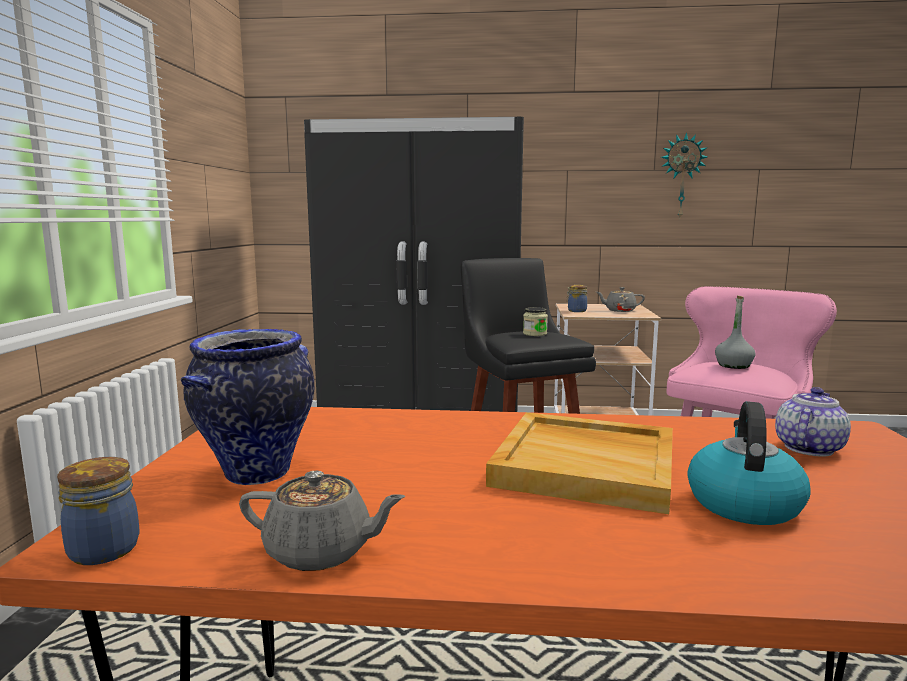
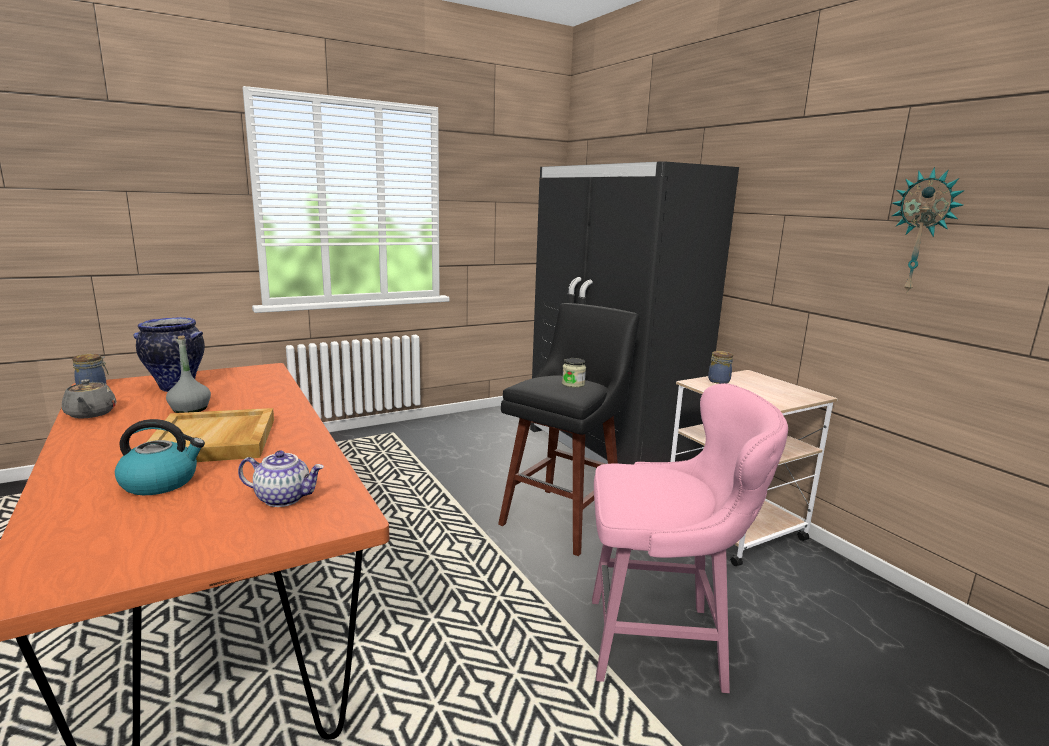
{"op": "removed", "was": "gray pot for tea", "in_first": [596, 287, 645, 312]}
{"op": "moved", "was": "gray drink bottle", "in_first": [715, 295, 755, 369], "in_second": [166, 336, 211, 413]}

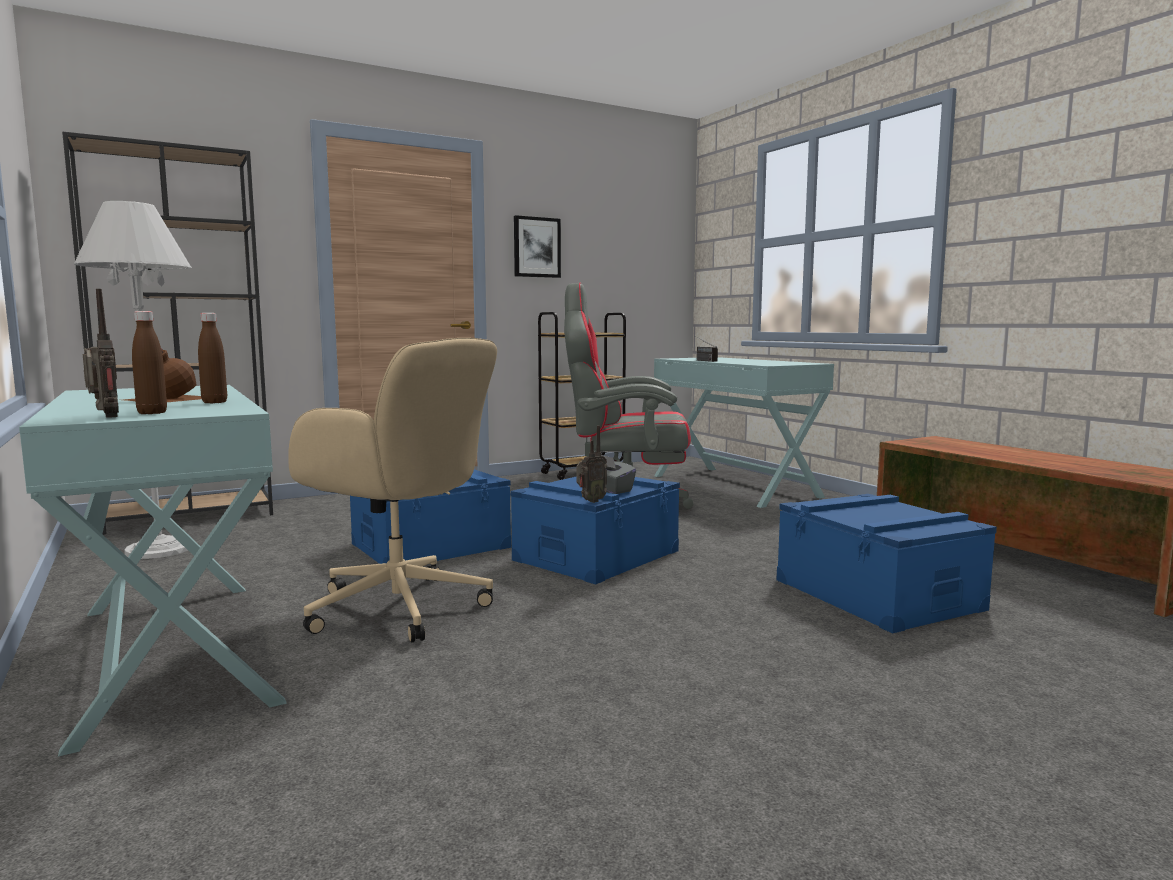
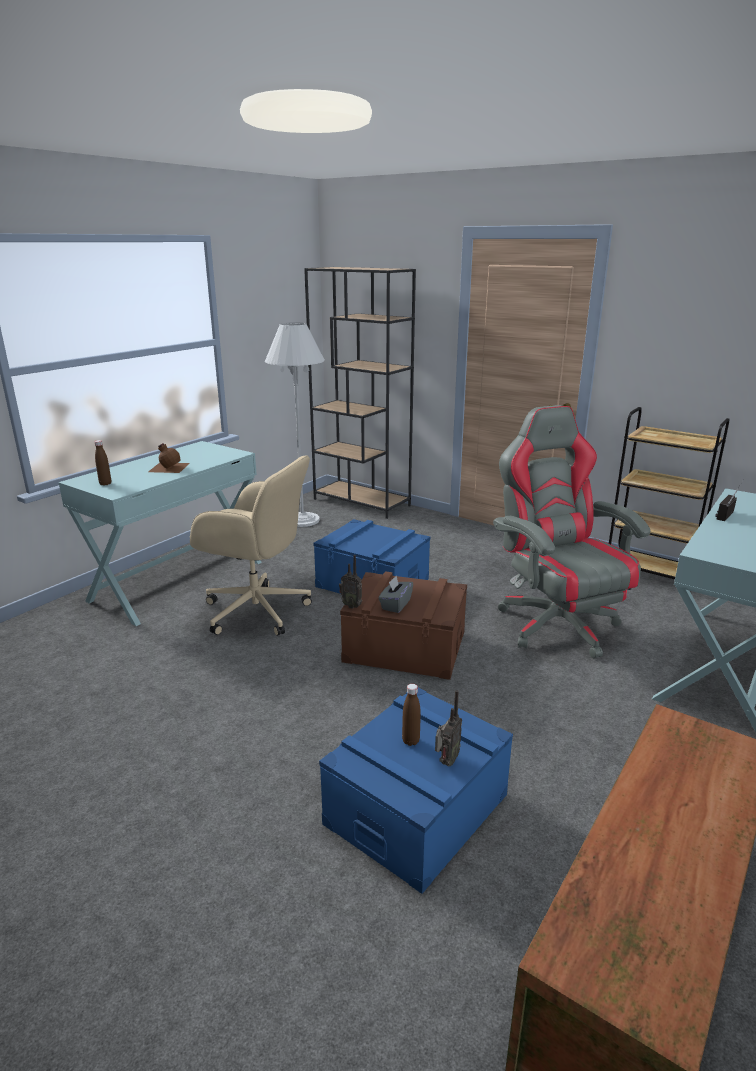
{"op": "removed", "was": "wall picture", "in_first": [514, 215, 561, 278]}
{"op": "moved", "was": "radio receiver", "in_first": [83, 289, 119, 418], "in_second": [435, 690, 462, 767]}
{"op": "moved", "was": "brown-coloured drink bottle", "in_first": [198, 313, 227, 403], "in_second": [402, 684, 421, 746]}
{"op": "recoloured", "was": "bluish storage bin", "now": "brown-coloured storage bin", "in_first": [511, 477, 680, 585], "in_second": [340, 571, 467, 680]}
{"op": "turned", "was": "beige computer chair", "in_first": [288, 338, 497, 642], "in_second": [190, 456, 312, 636], "clockwise": -75}

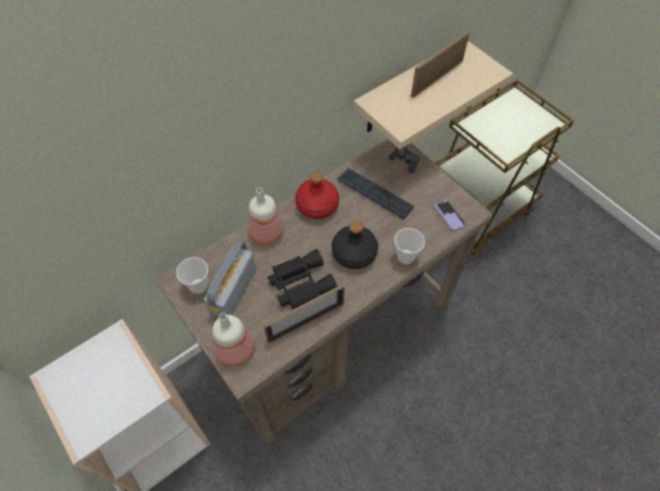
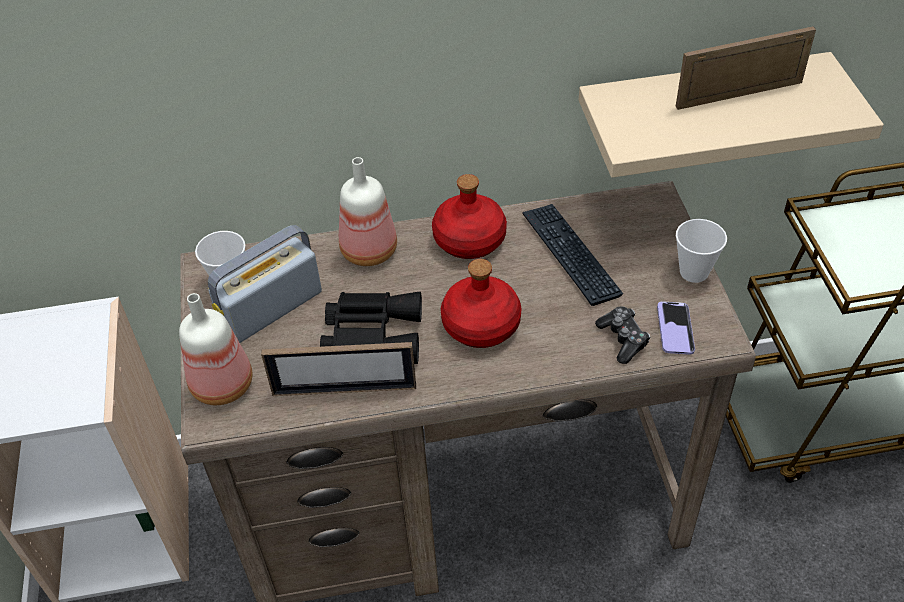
{"op": "moved", "was": "joypad", "in_first": [389, 146, 420, 173], "in_second": [595, 306, 650, 364]}
{"op": "moved", "was": "small cup", "in_first": [394, 228, 425, 264], "in_second": [676, 219, 727, 283]}
{"op": "recoloured", "was": "blackish drink bottle", "now": "red drink bottle", "in_first": [332, 221, 378, 269], "in_second": [441, 259, 522, 348]}

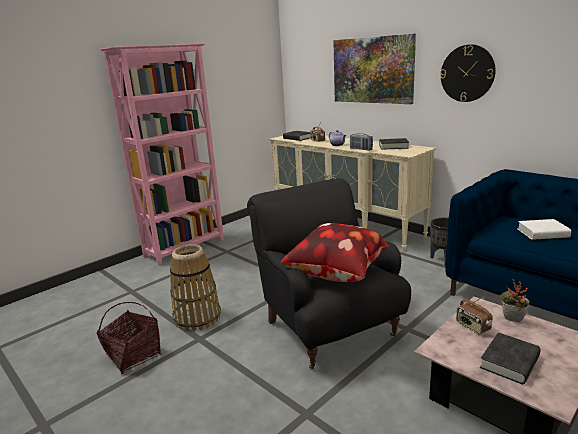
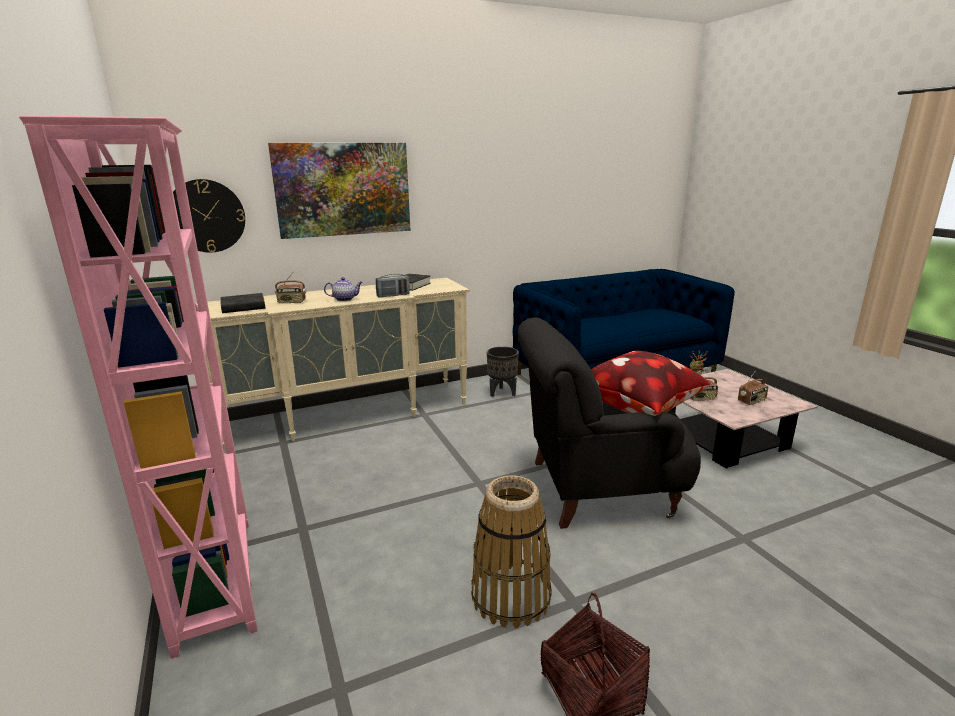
{"op": "removed", "was": "whitish volume", "in_first": [517, 219, 571, 240]}
{"op": "moved", "was": "wall clock", "in_first": [440, 44, 496, 102], "in_second": [173, 179, 245, 253]}
{"op": "replaced", "was": "blackish volume", "now": "radio receiver", "in_first": [480, 332, 541, 384], "in_second": [738, 370, 768, 405]}

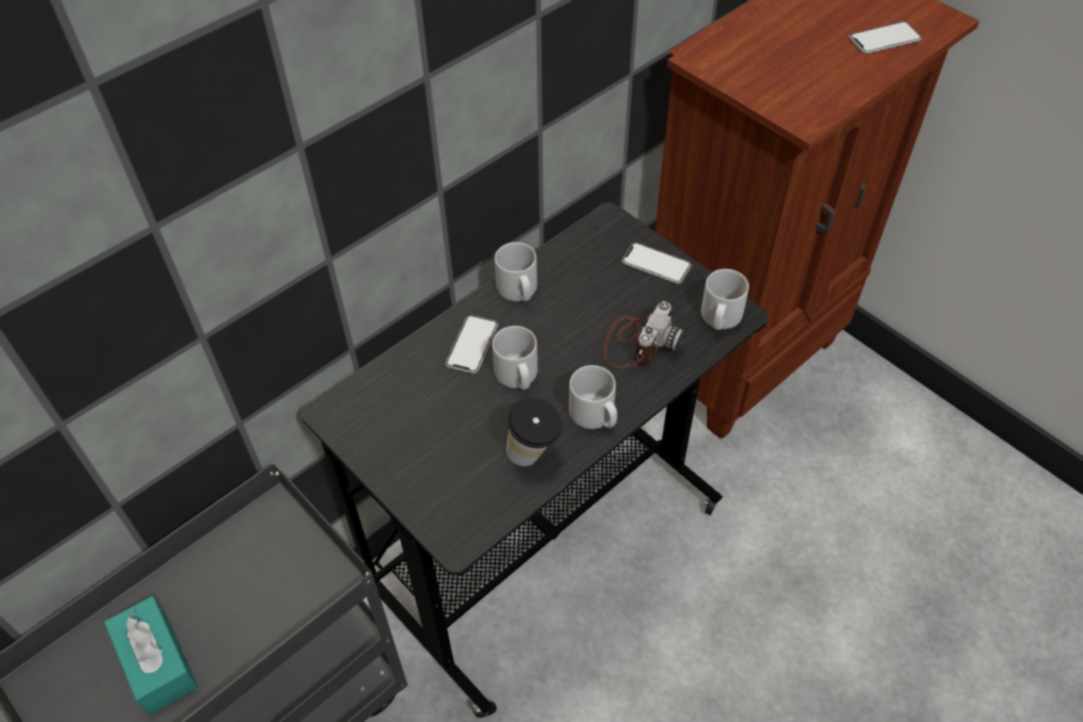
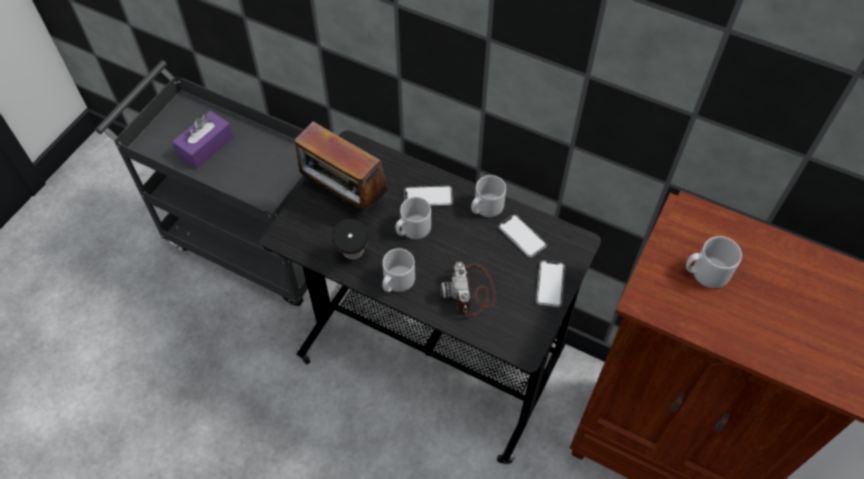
{"op": "added", "now": "radio receiver", "in_second": [295, 121, 388, 216]}
{"op": "moved", "was": "gray coffee mug", "in_first": [701, 269, 749, 330], "in_second": [686, 236, 742, 288]}
{"op": "moved", "was": "telephone", "in_first": [849, 21, 922, 54], "in_second": [498, 214, 547, 257]}
{"op": "recoloured", "was": "turquoise-coloured box of tissues", "now": "purple box of tissues", "in_first": [104, 596, 198, 715], "in_second": [172, 111, 234, 169]}
{"op": "turned", "was": "photo camera", "in_first": [603, 301, 685, 368], "in_second": [440, 262, 496, 317], "clockwise": 75}

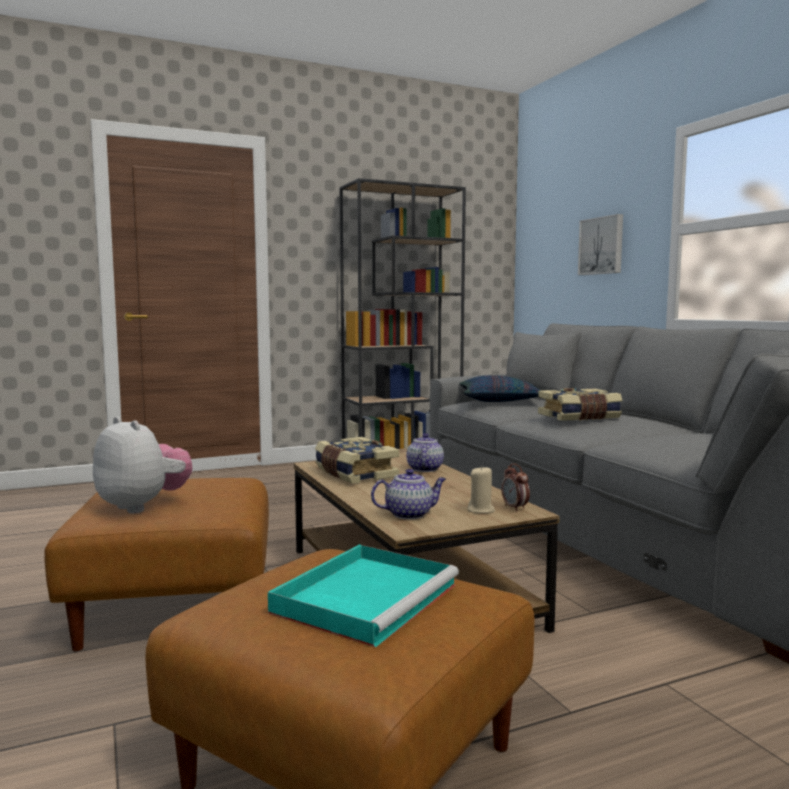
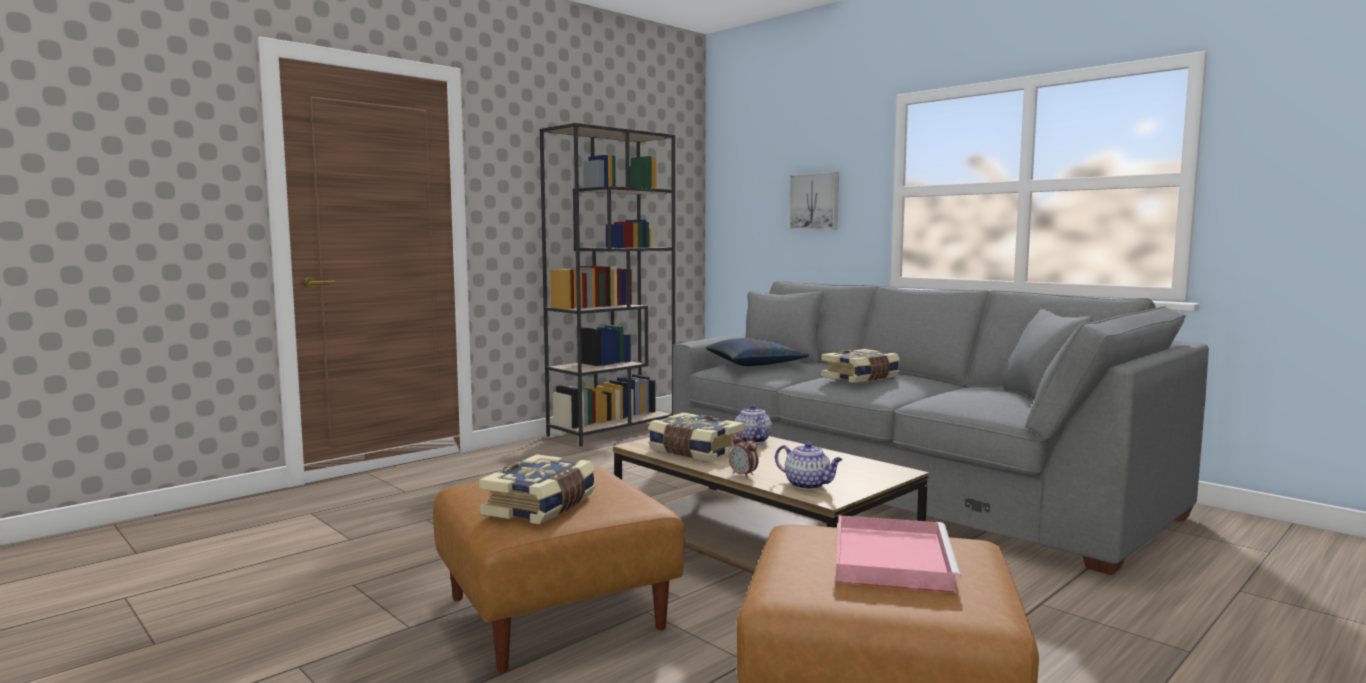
{"op": "removed", "was": "beige wax candle", "in_first": [468, 466, 495, 514]}
{"op": "moved", "was": "alarm clock", "in_first": [501, 463, 530, 511], "in_second": [728, 433, 759, 478]}
{"op": "replaced", "was": "plush toy", "now": "volume", "in_first": [93, 416, 192, 513], "in_second": [479, 454, 595, 524]}
{"op": "recoloured", "was": "turquoise-coloured serving tray", "now": "pink serving tray", "in_first": [268, 545, 459, 647], "in_second": [835, 515, 962, 593]}
{"op": "turned", "was": "pot for tea", "in_first": [371, 469, 446, 519], "in_second": [775, 441, 843, 490], "clockwise": 75}

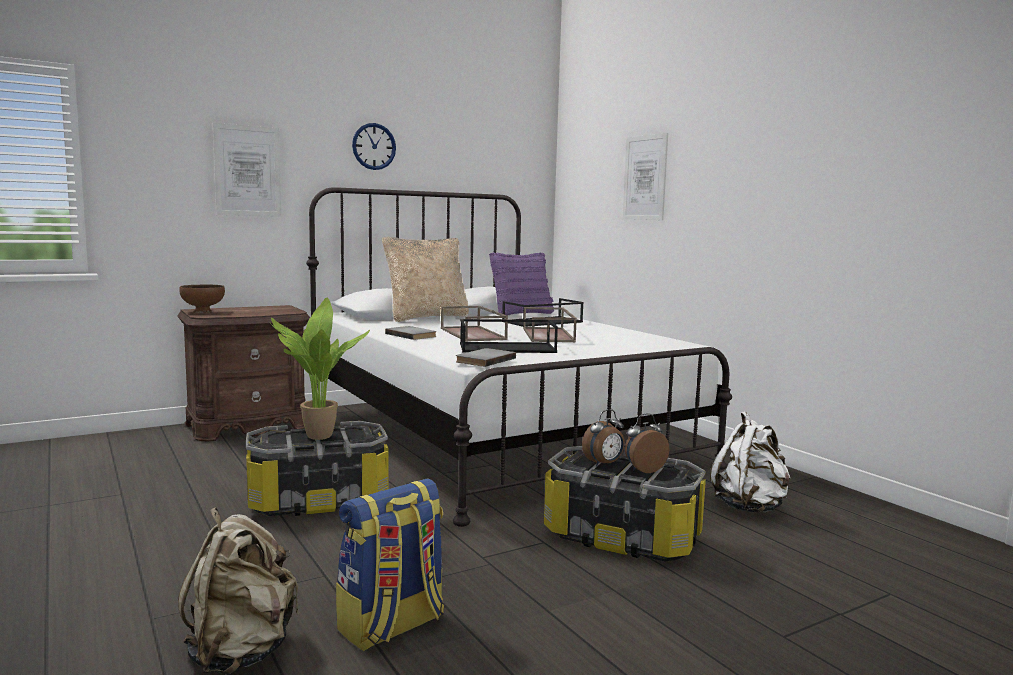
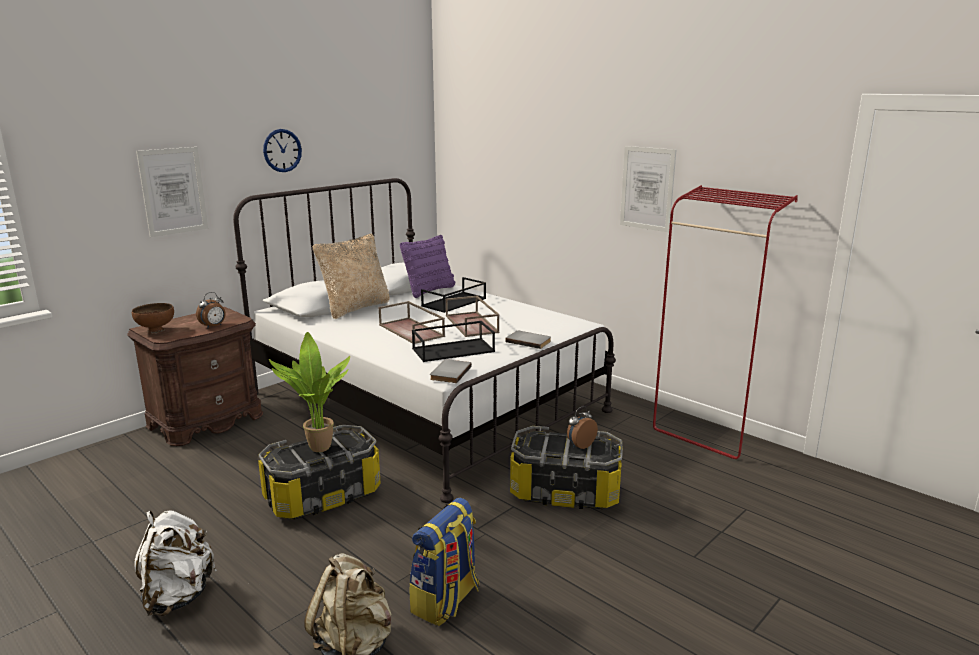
{"op": "added", "now": "red clothes rack", "in_second": [653, 185, 798, 459]}
{"op": "moved", "was": "gray volume", "in_first": [385, 326, 437, 340], "in_second": [505, 331, 551, 349]}
{"op": "moved", "was": "alarm clock", "in_first": [582, 409, 624, 466], "in_second": [196, 292, 226, 329]}
{"op": "moved", "was": "wall picture", "in_first": [623, 133, 668, 220], "in_second": [620, 146, 676, 232]}
{"op": "moved", "was": "whitish knapsack", "in_first": [710, 411, 791, 513], "in_second": [134, 510, 217, 616]}

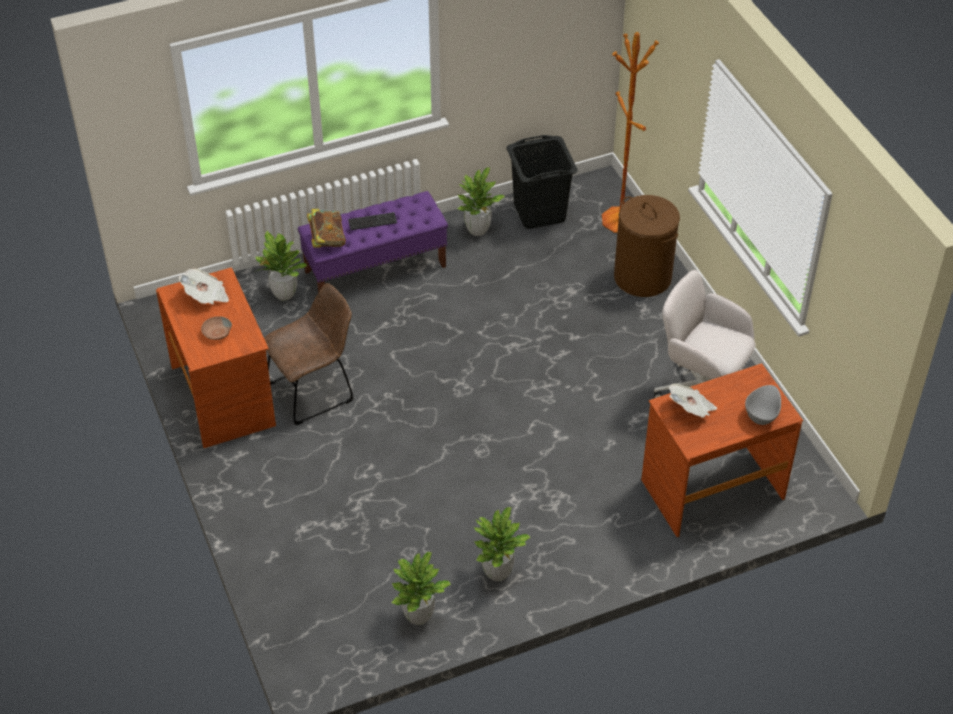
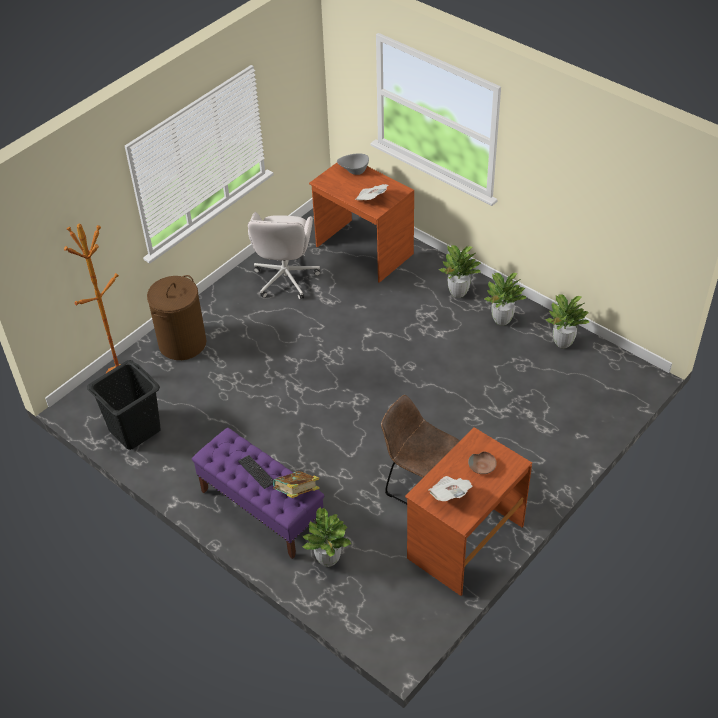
{"op": "moved", "was": "houseplant", "in_first": [457, 167, 505, 236], "in_second": [439, 245, 480, 298]}

